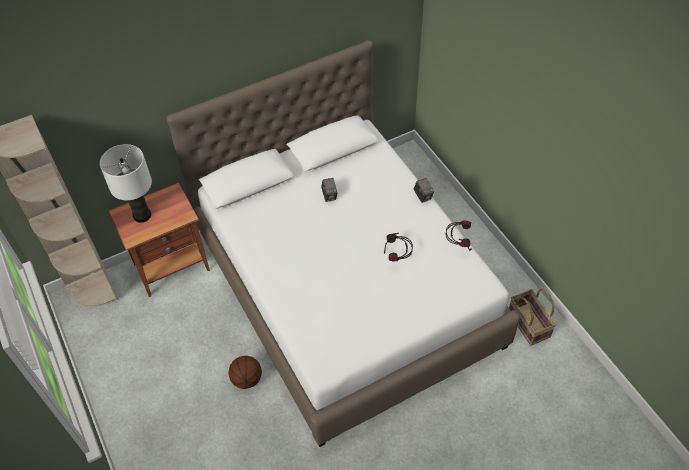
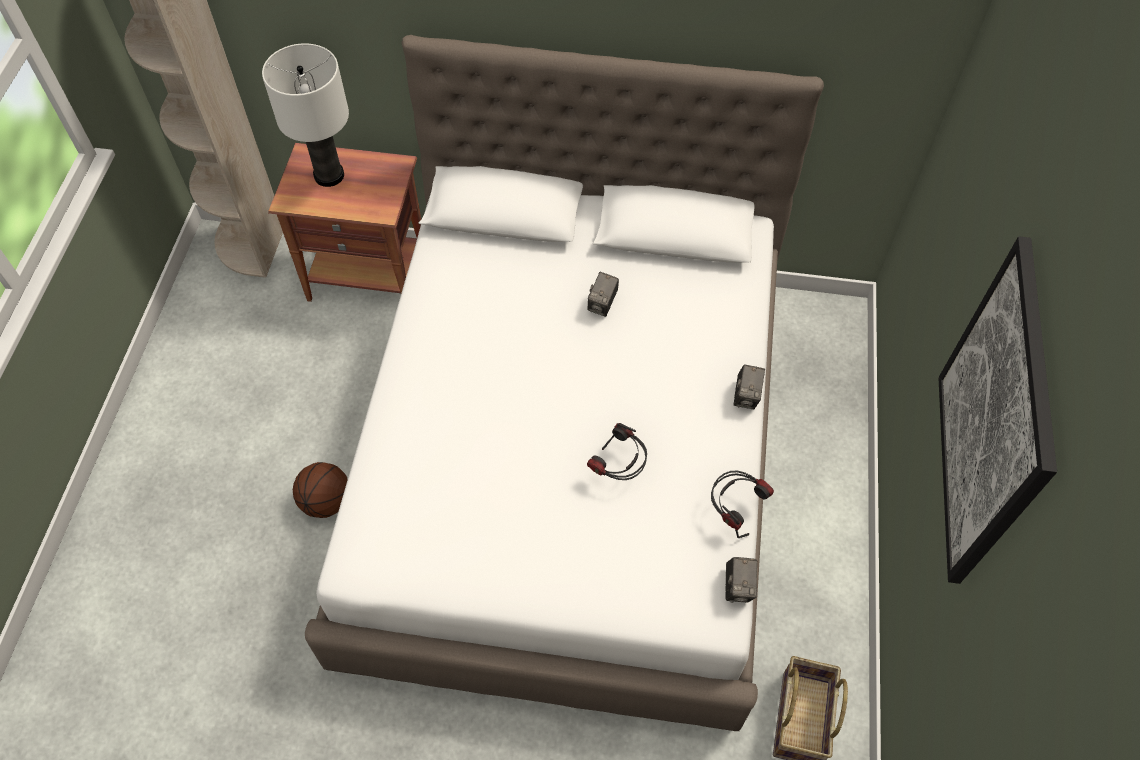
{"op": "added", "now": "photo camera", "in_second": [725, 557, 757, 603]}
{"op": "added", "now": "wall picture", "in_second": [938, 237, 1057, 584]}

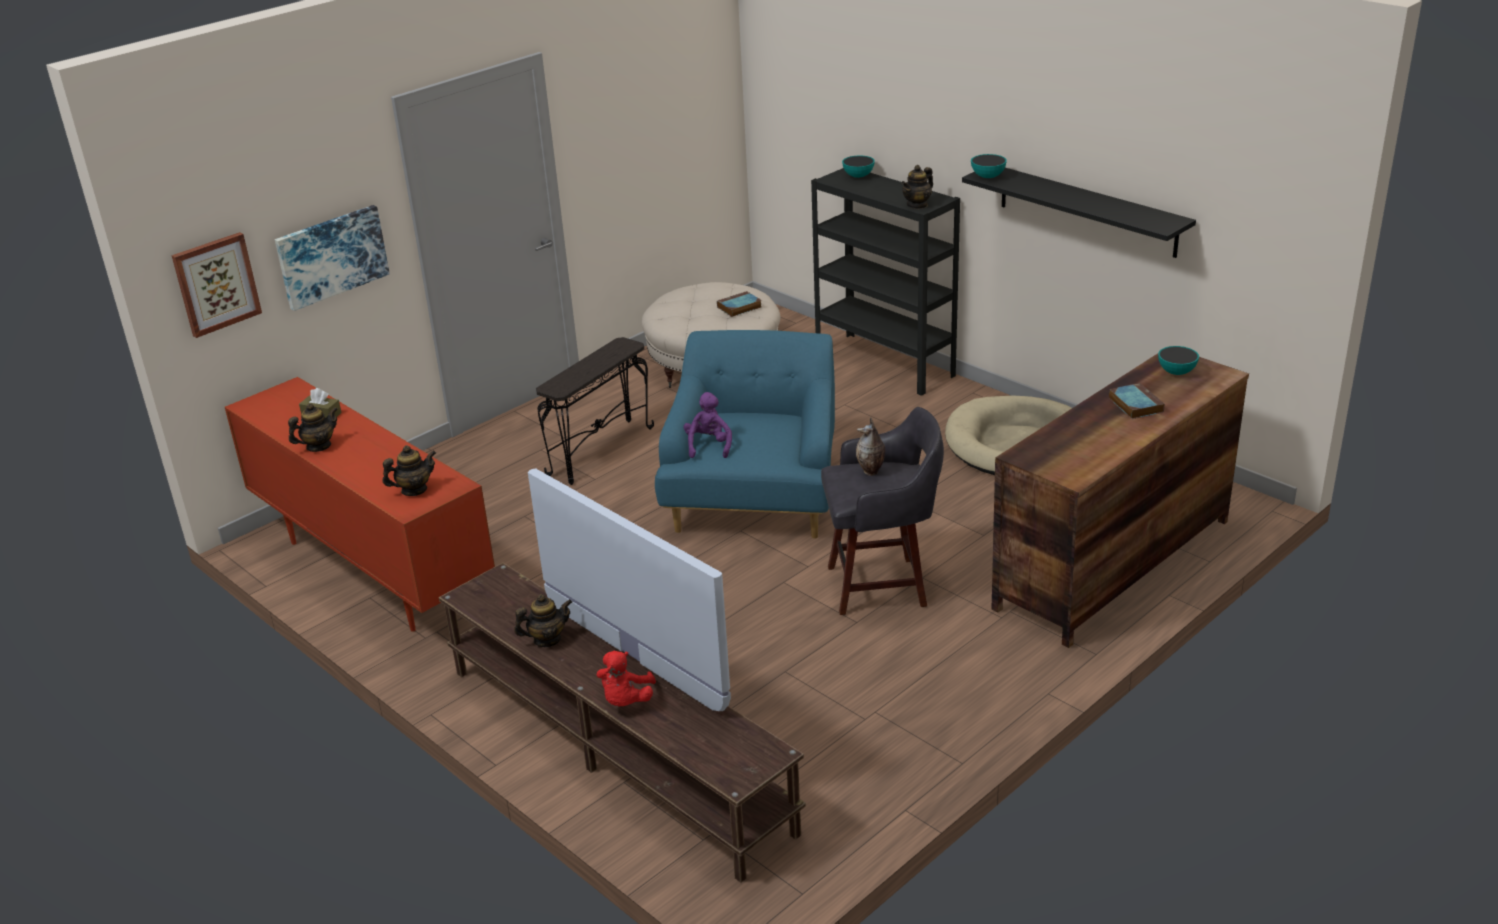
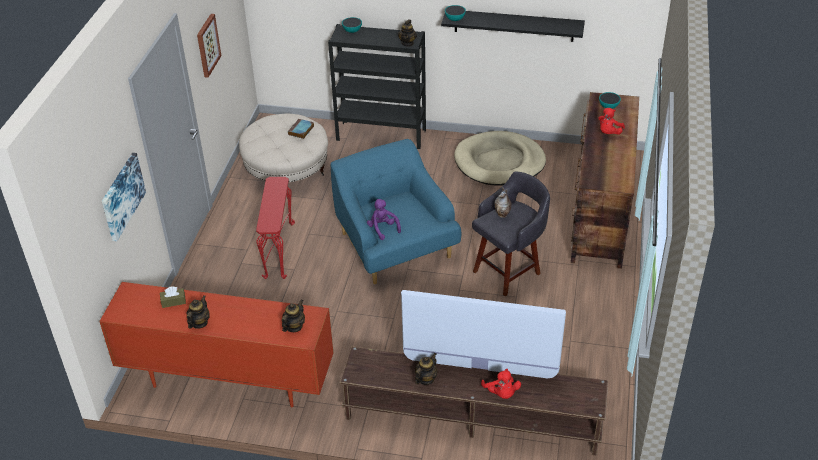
{"op": "moved", "was": "wall picture", "in_first": [171, 232, 262, 338], "in_second": [197, 14, 221, 78]}
{"op": "replaced", "was": "volume", "now": "red plush toy", "in_first": [1109, 383, 1165, 419], "in_second": [598, 108, 625, 135]}
{"op": "recoloured", "was": "blackish end table", "now": "red end table", "in_first": [536, 337, 654, 485], "in_second": [256, 177, 295, 279]}

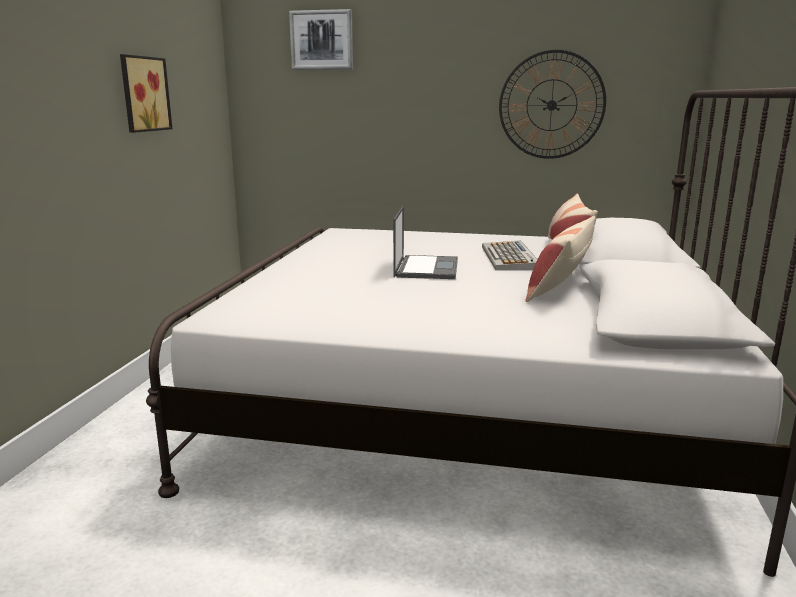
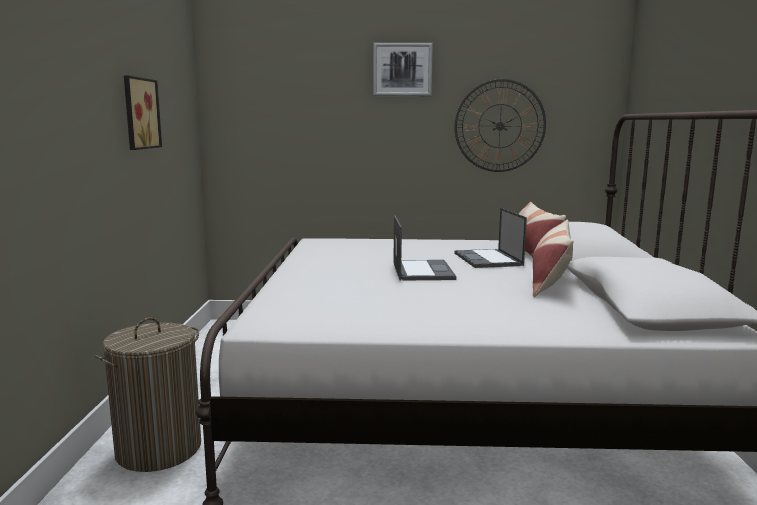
{"op": "added", "now": "laundry basket", "in_second": [95, 317, 201, 472]}
{"op": "moved", "was": "wall picture", "in_first": [289, 9, 353, 70], "in_second": [373, 43, 433, 96]}
{"op": "replaced", "was": "computer keyboard", "now": "laptop", "in_first": [482, 240, 537, 270], "in_second": [454, 208, 527, 268]}

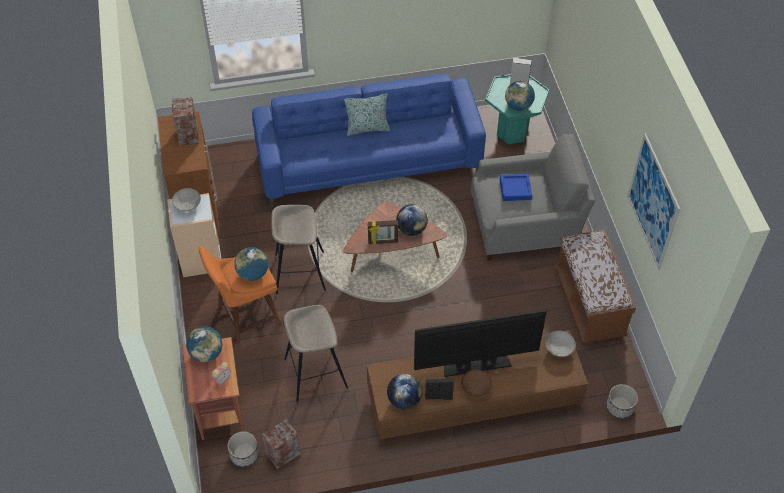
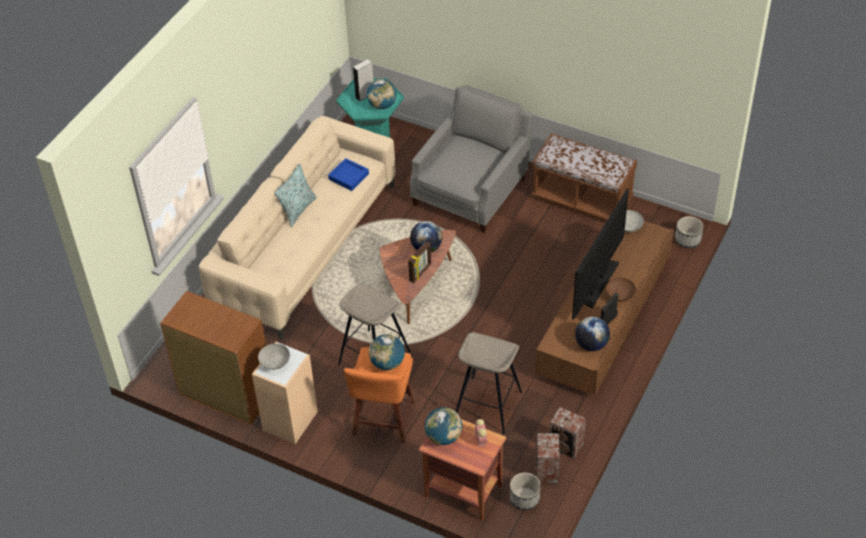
{"op": "removed", "was": "wall picture", "in_first": [627, 133, 680, 270]}
{"op": "moved", "was": "loudspeaker", "in_first": [172, 97, 199, 145], "in_second": [550, 407, 586, 459]}
{"op": "moved", "was": "bluish serving tray", "in_first": [500, 174, 532, 201], "in_second": [328, 158, 369, 191]}
{"op": "recoloured", "was": "bluish sofa", "now": "beige sofa", "in_first": [252, 74, 486, 207], "in_second": [198, 116, 396, 340]}

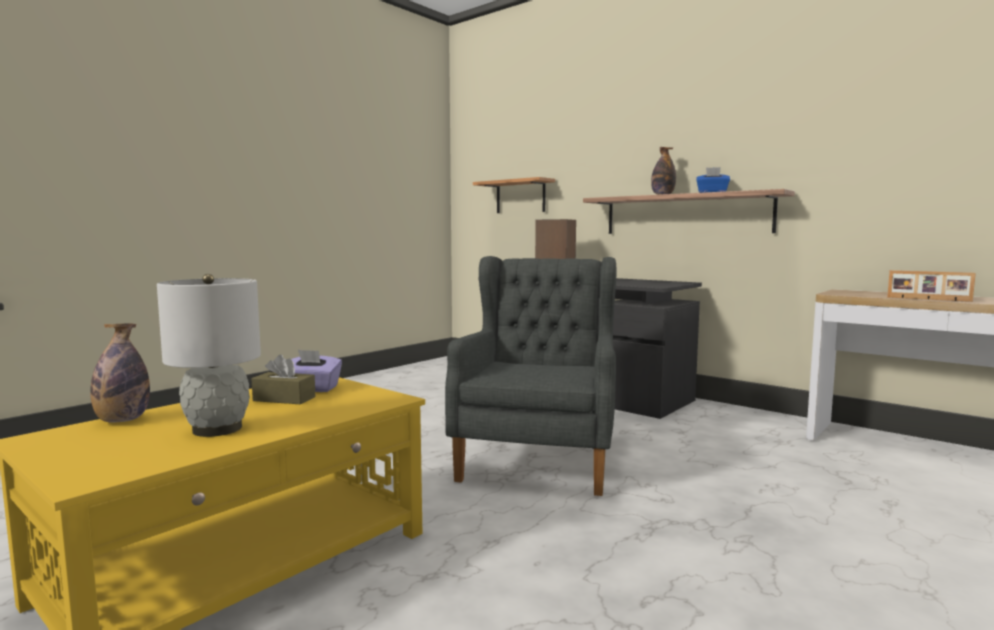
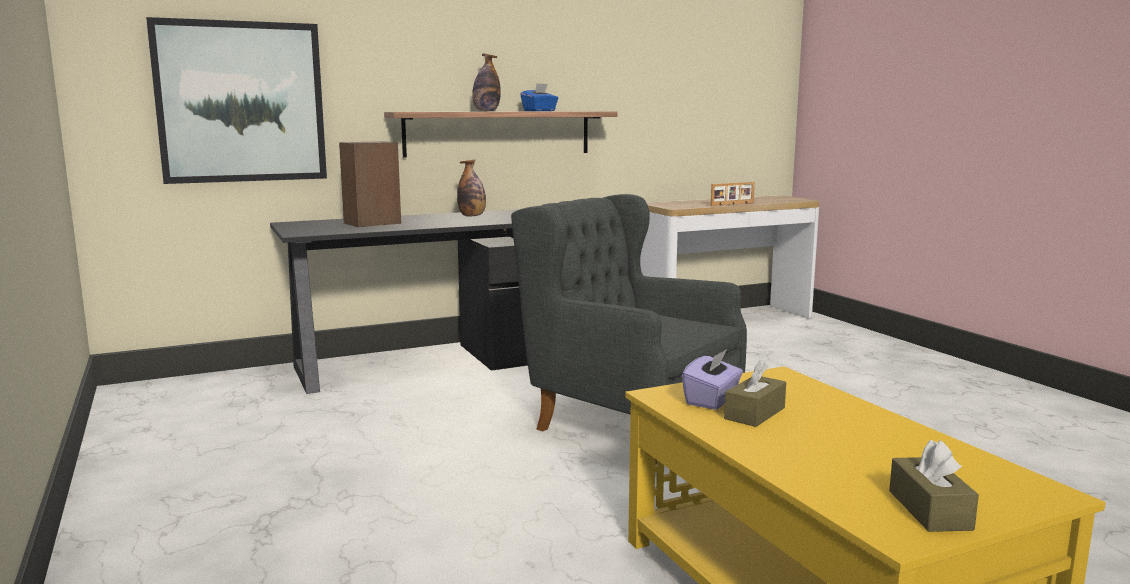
{"op": "removed", "was": "whitish table lamp", "in_first": [157, 274, 261, 437]}
{"op": "added", "now": "brown-coloured box of tissues", "in_second": [889, 440, 979, 532]}
{"op": "moved", "was": "drink bottle", "in_first": [90, 323, 150, 423], "in_second": [457, 159, 486, 217]}
{"op": "replaced", "was": "bracket shelf", "now": "wall picture", "in_first": [473, 177, 555, 213], "in_second": [146, 17, 327, 184]}

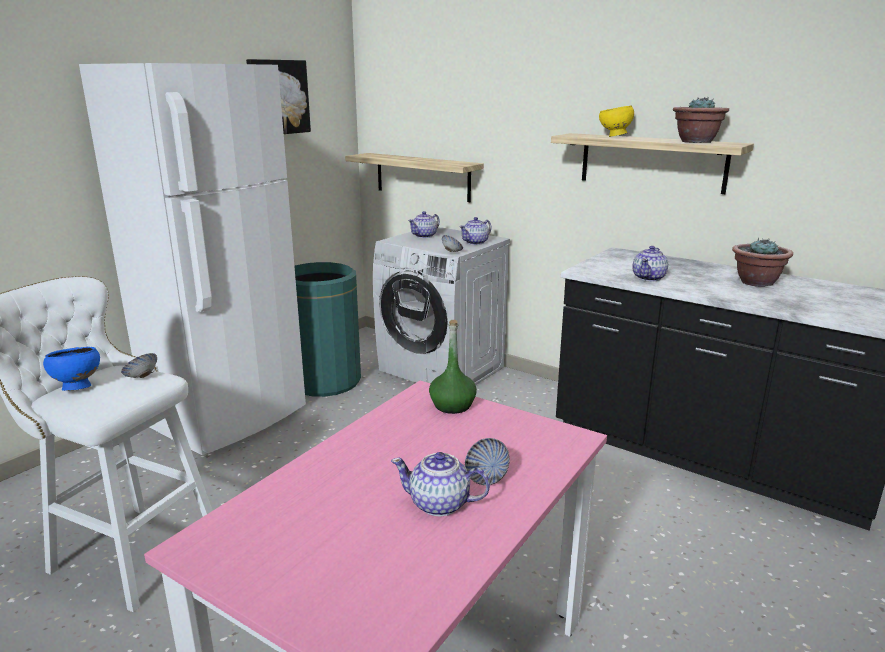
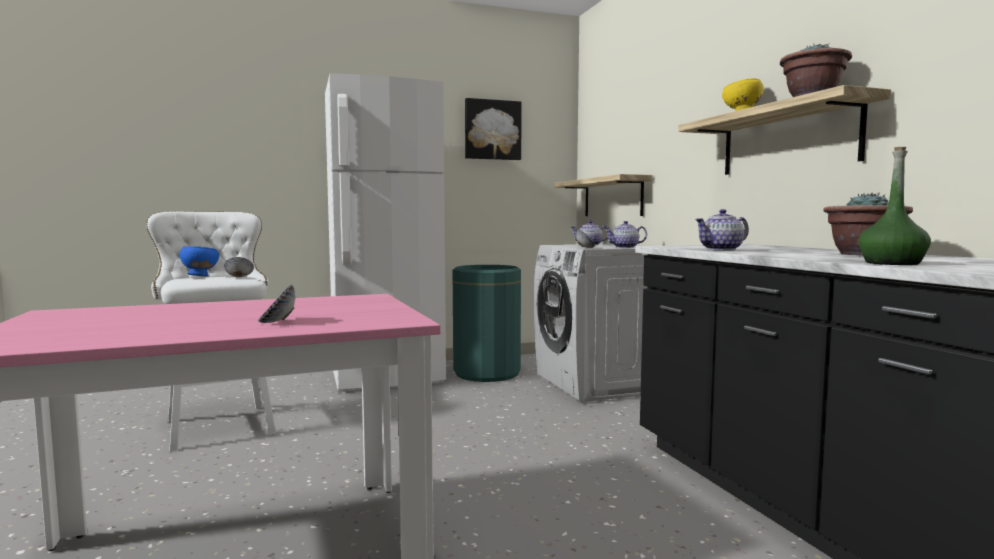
{"op": "removed", "was": "pot for tea", "in_first": [391, 452, 490, 517]}
{"op": "moved", "was": "green-coloured drink bottle", "in_first": [429, 320, 477, 414], "in_second": [858, 147, 931, 265]}

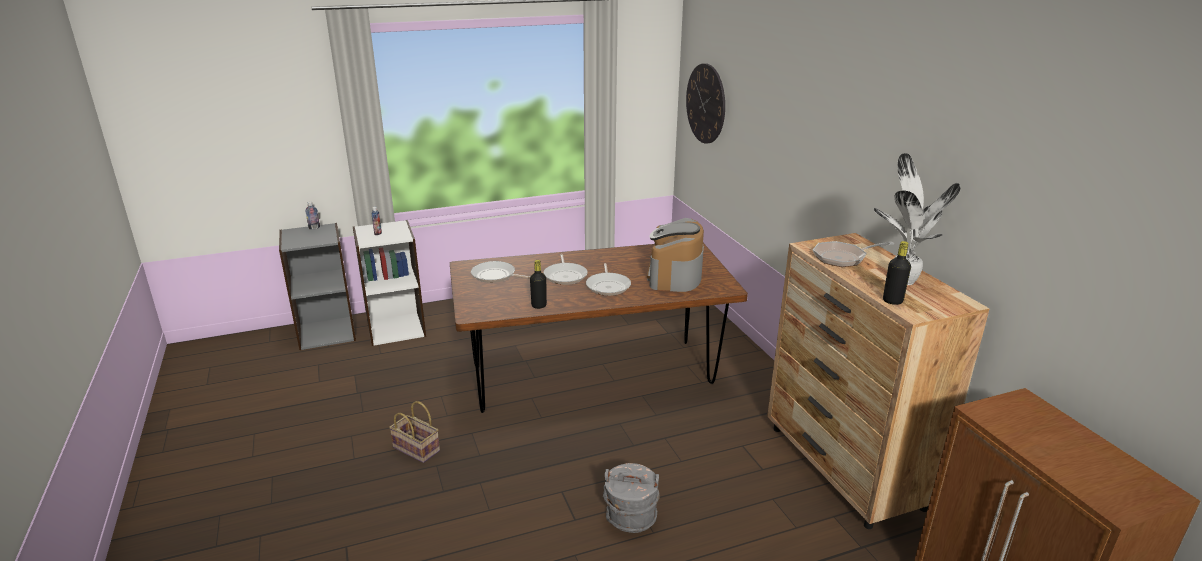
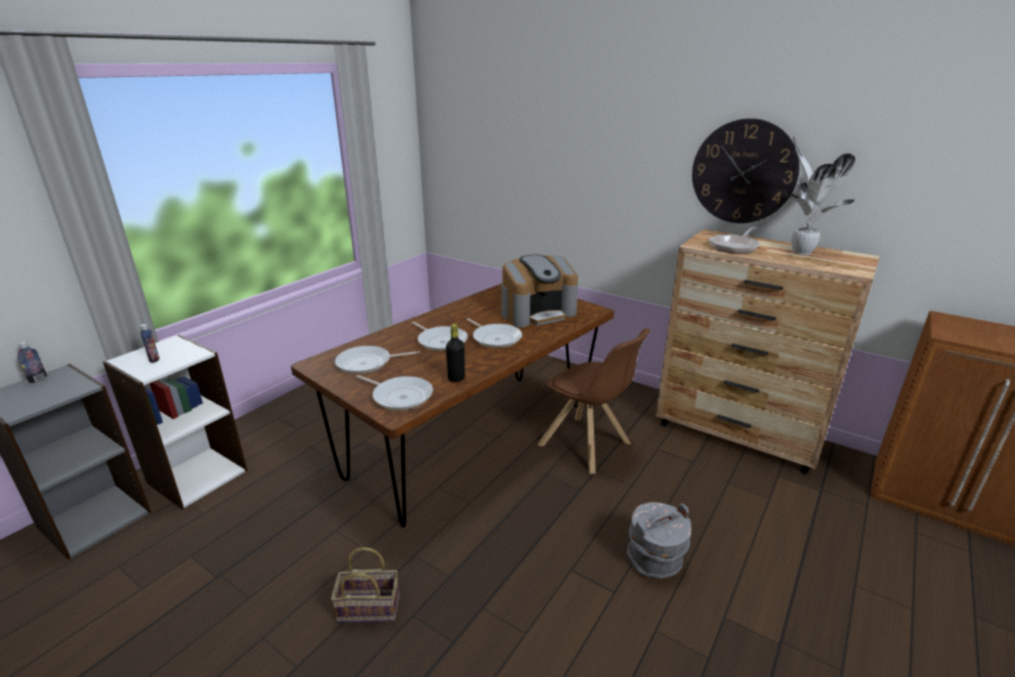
{"op": "removed", "was": "blackish drink bottle", "in_first": [883, 241, 911, 305]}
{"op": "added", "now": "pan", "in_second": [356, 375, 433, 411]}
{"op": "added", "now": "brown-coloured upright chair", "in_second": [538, 328, 650, 474]}
{"op": "moved", "was": "wall clock", "in_first": [686, 63, 725, 144], "in_second": [692, 118, 800, 223]}
{"op": "turned", "was": "coffee brewer", "in_first": [647, 218, 704, 292], "in_second": [501, 255, 578, 327], "clockwise": -90}

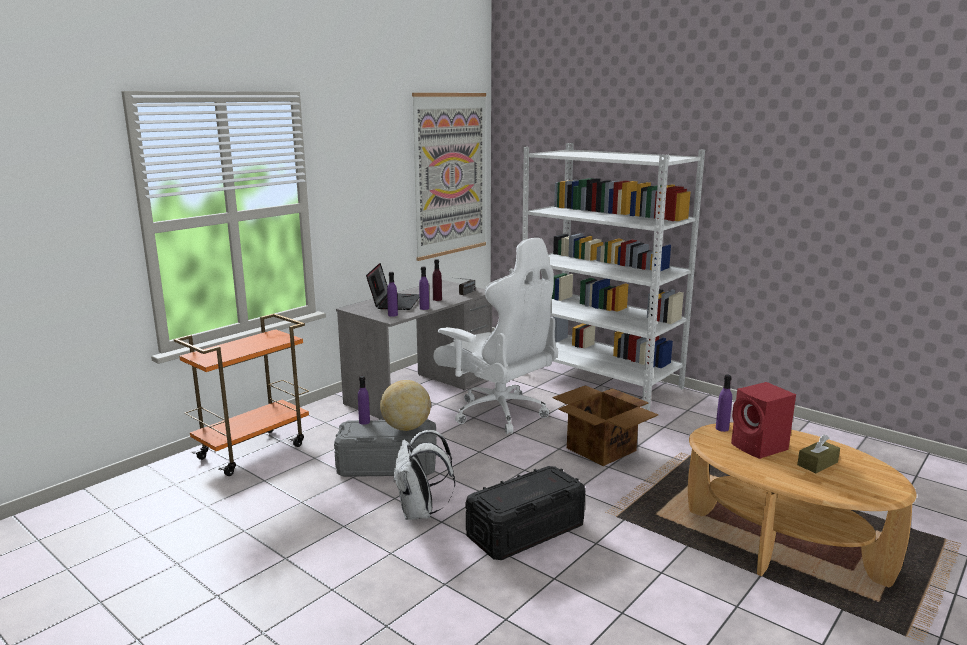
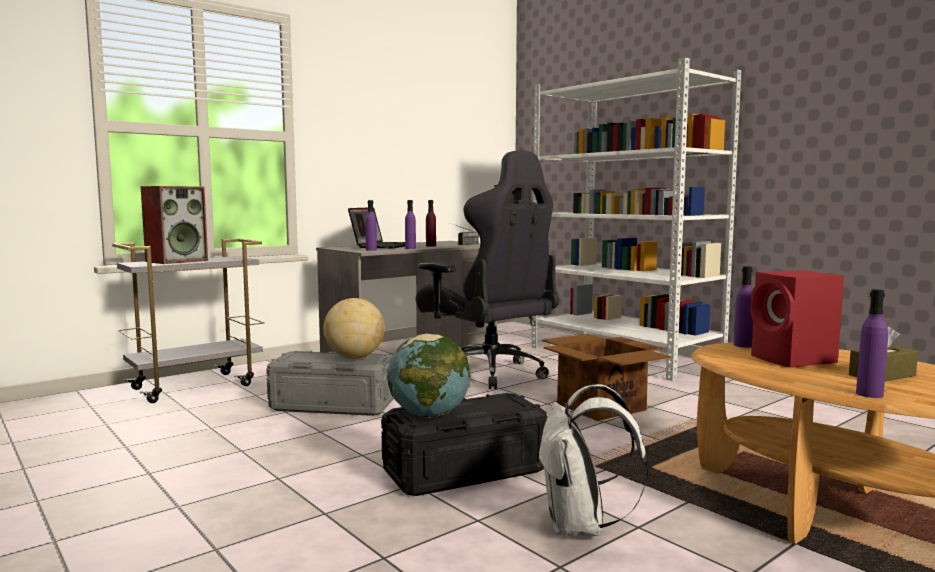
{"op": "removed", "was": "wall picture", "in_first": [412, 93, 486, 261]}
{"op": "added", "now": "loudspeaker", "in_second": [141, 186, 208, 264]}
{"op": "added", "now": "desk globe", "in_second": [387, 334, 470, 418]}
{"op": "moved", "was": "purple drink bottle", "in_first": [358, 376, 370, 425], "in_second": [856, 289, 888, 398]}
{"op": "moved", "was": "whitish knapsack", "in_first": [393, 430, 455, 520], "in_second": [537, 384, 648, 536]}
{"op": "recoloured", "was": "orange wheeled cart", "now": "gray wheeled cart", "in_first": [174, 314, 309, 476], "in_second": [112, 239, 265, 403]}
{"op": "recoloured", "was": "whitish computer chair", "now": "blackish computer chair", "in_first": [433, 238, 558, 434], "in_second": [415, 150, 559, 389]}

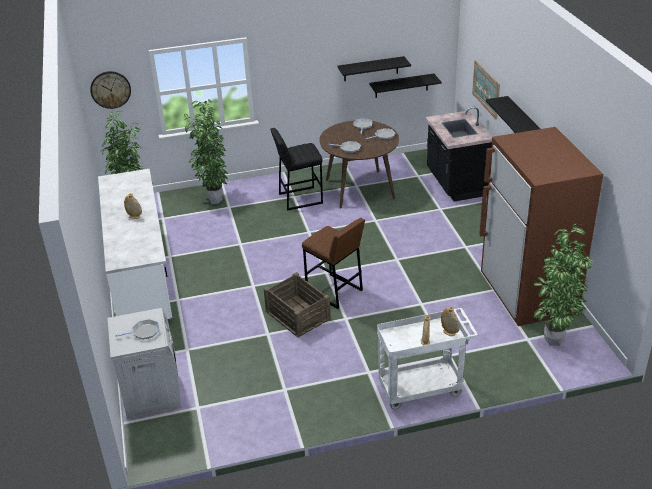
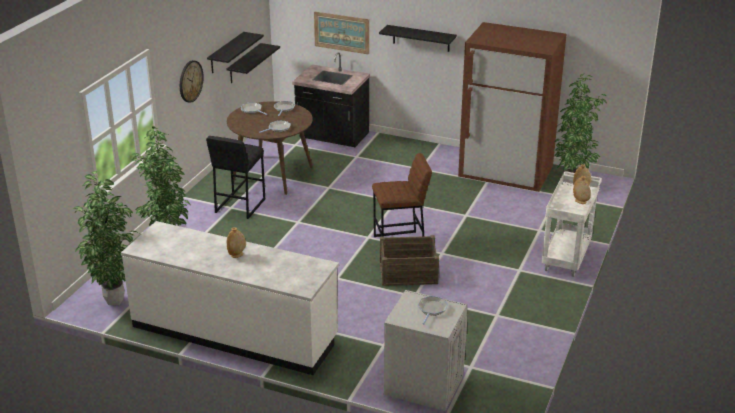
{"op": "moved", "was": "wall clock", "in_first": [90, 71, 131, 109], "in_second": [180, 60, 204, 103]}

